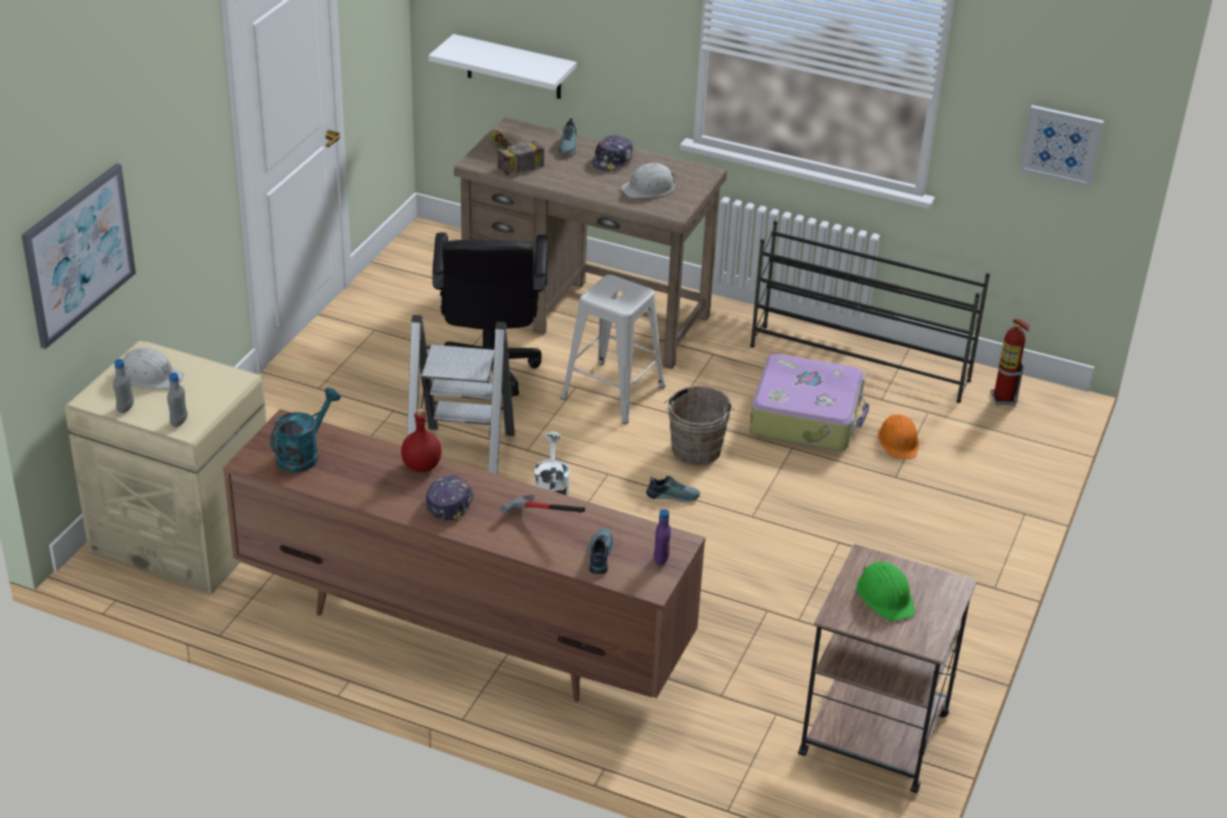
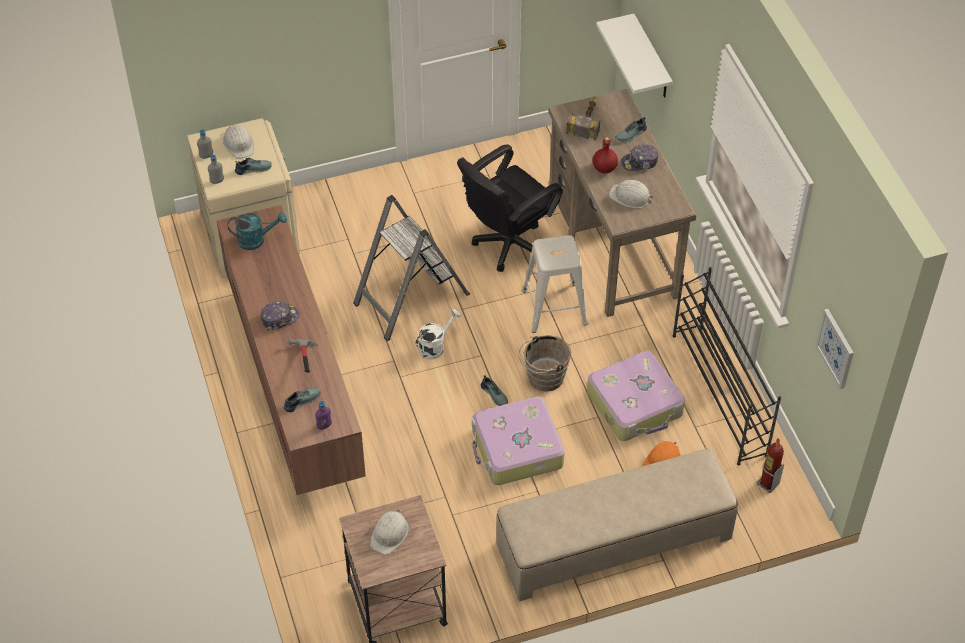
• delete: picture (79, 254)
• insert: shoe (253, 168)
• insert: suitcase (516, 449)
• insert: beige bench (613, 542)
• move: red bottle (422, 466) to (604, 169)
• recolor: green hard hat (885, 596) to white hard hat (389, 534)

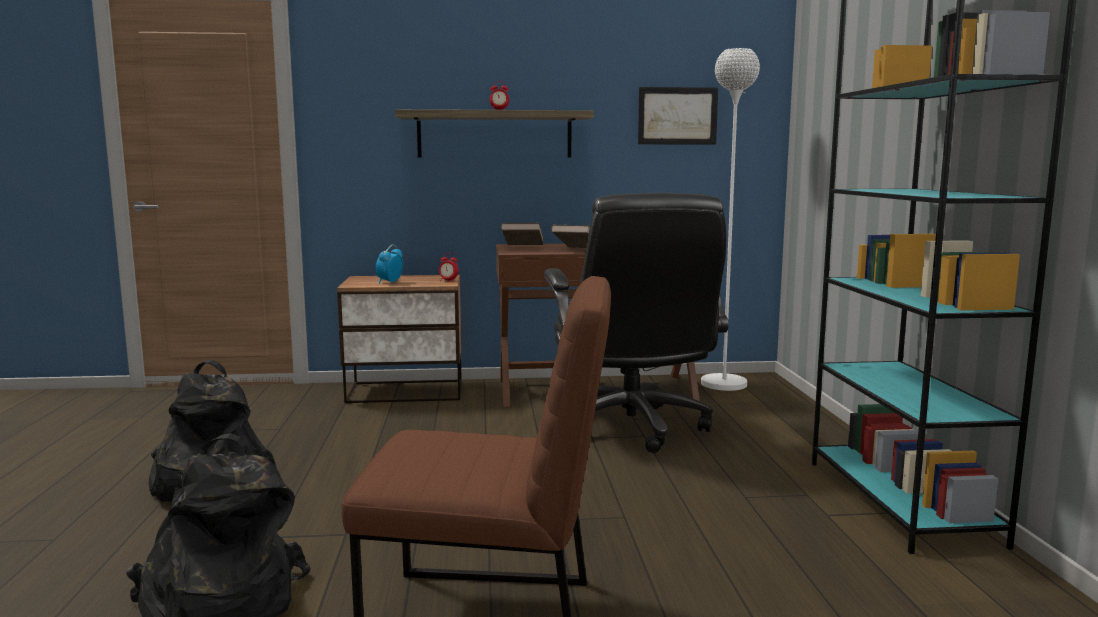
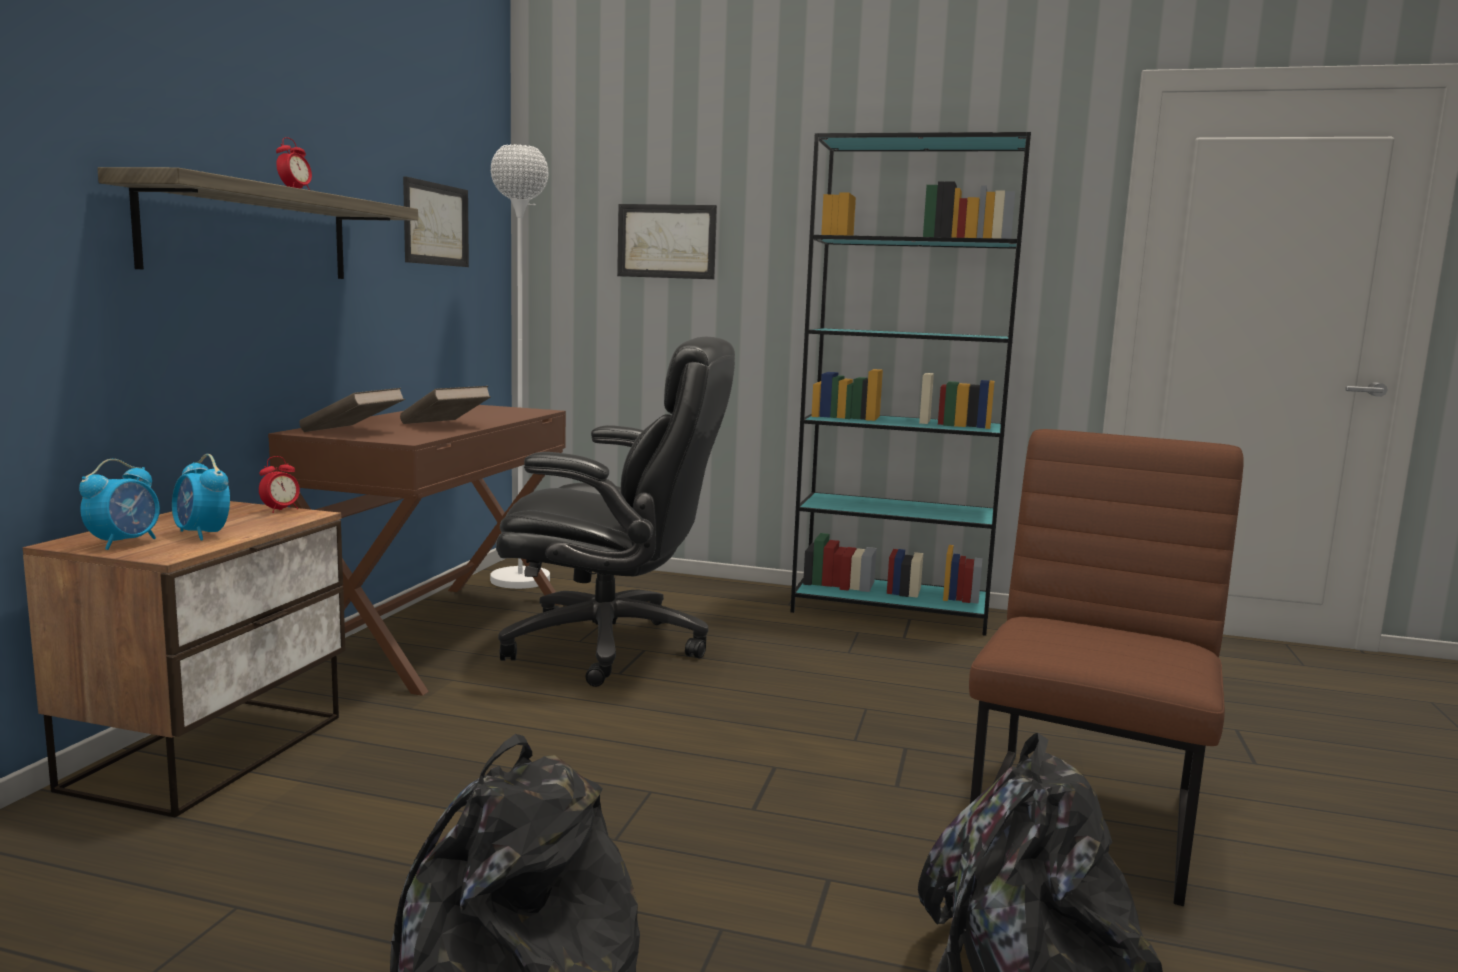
• insert: alarm clock (125, 543)
• insert: picture (666, 241)

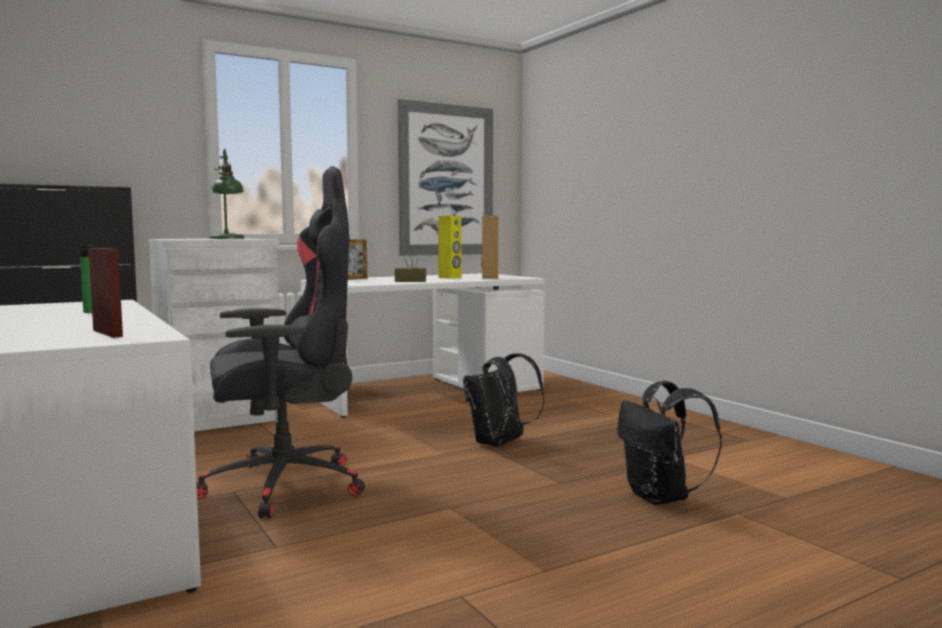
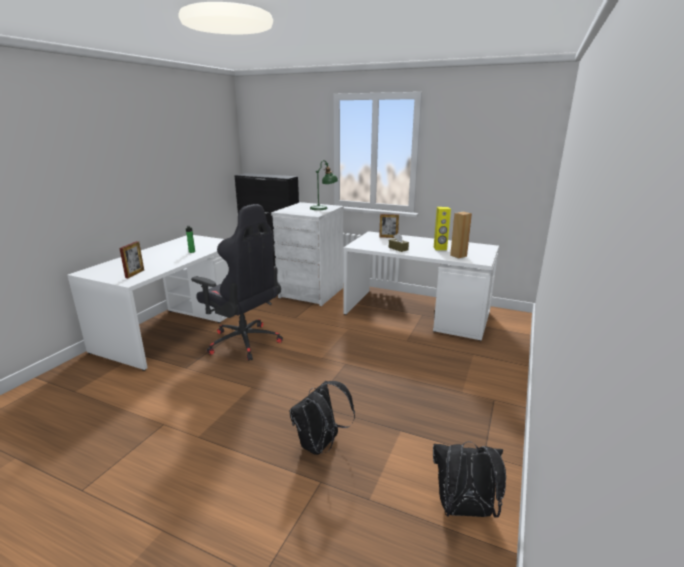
• delete: picture (446, 180)
• move: black backpack (500, 444) to (463, 510)

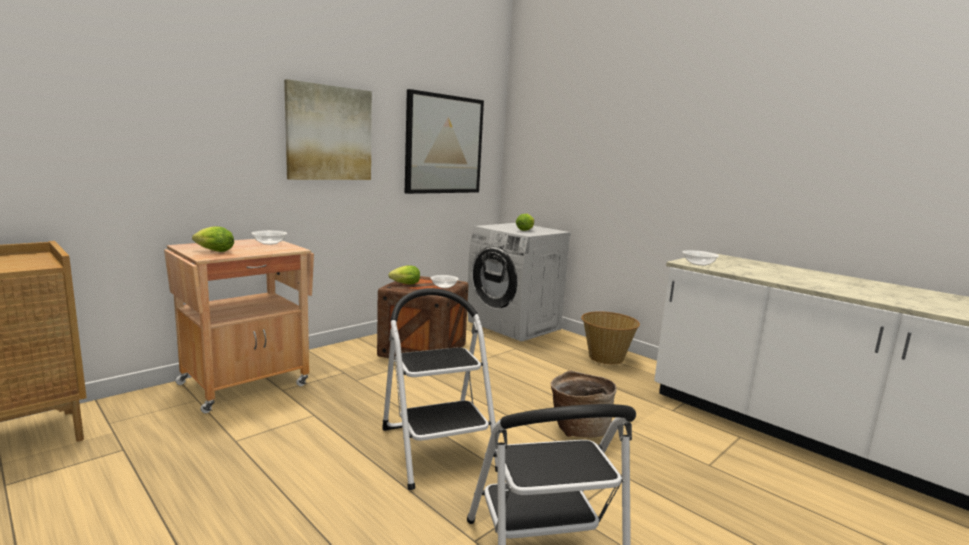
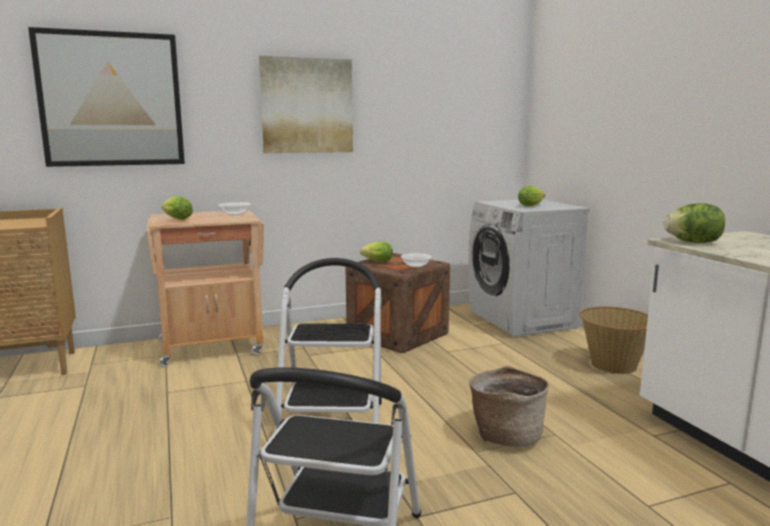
• move: picture (444, 144) to (111, 100)
• replace: bowl (699, 264) to lettuce (693, 242)

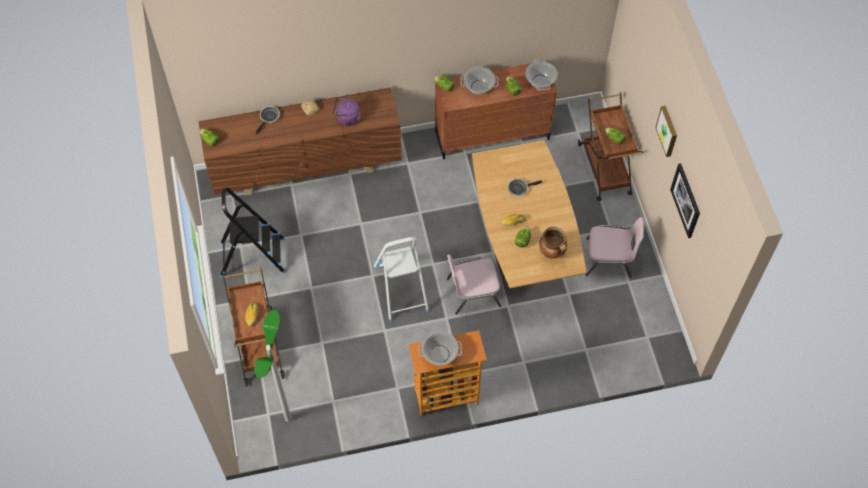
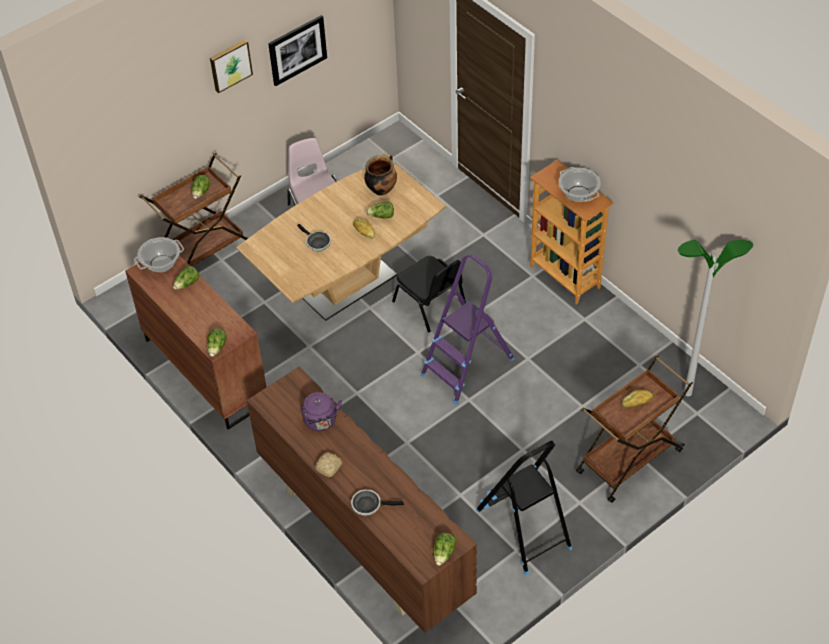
• delete: cooking pot (478, 87)
• recolor: white step ladder (400, 287) to purple step ladder (467, 367)
• recolor: pink chair (472, 292) to black chair (430, 305)

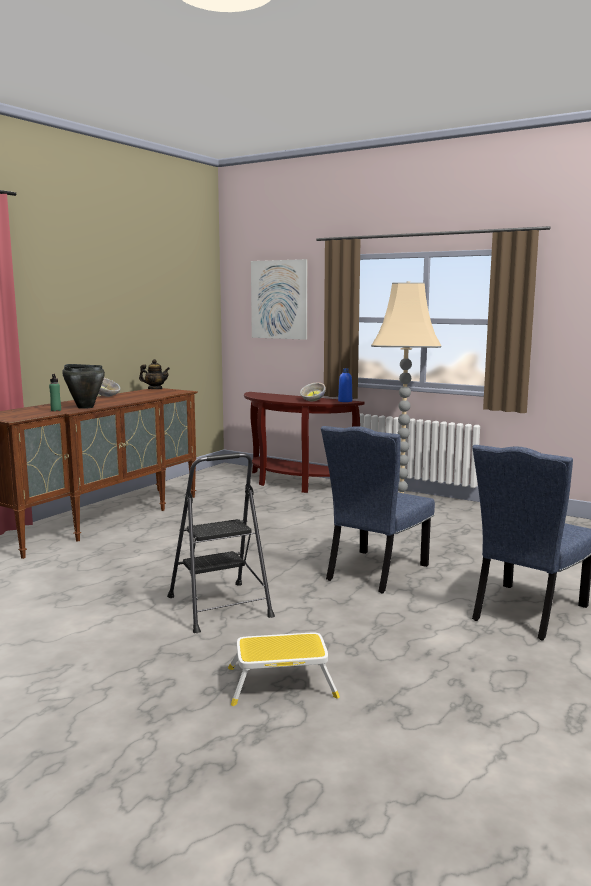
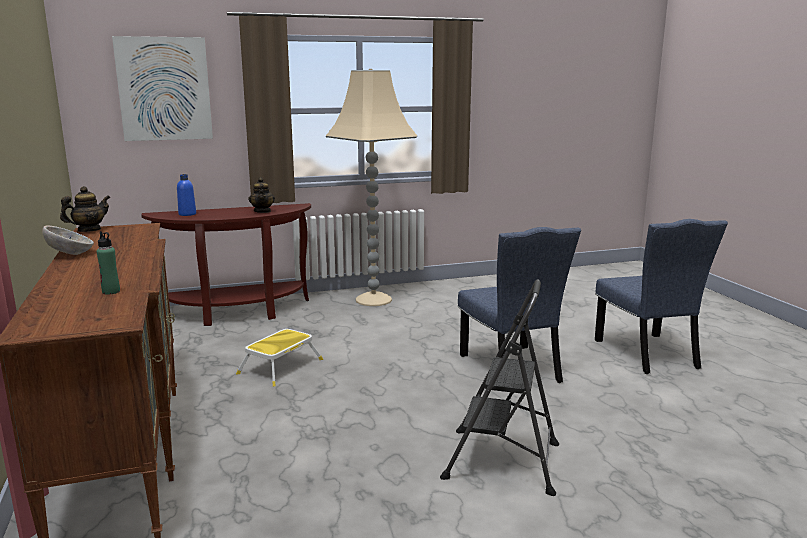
• delete: black cooking pot (85, 407)
• move: yellow step ladder (281, 682) to (281, 366)
• move: blue bottle (345, 401) to (187, 214)
• replace: bowl (313, 401) to teapot (262, 211)

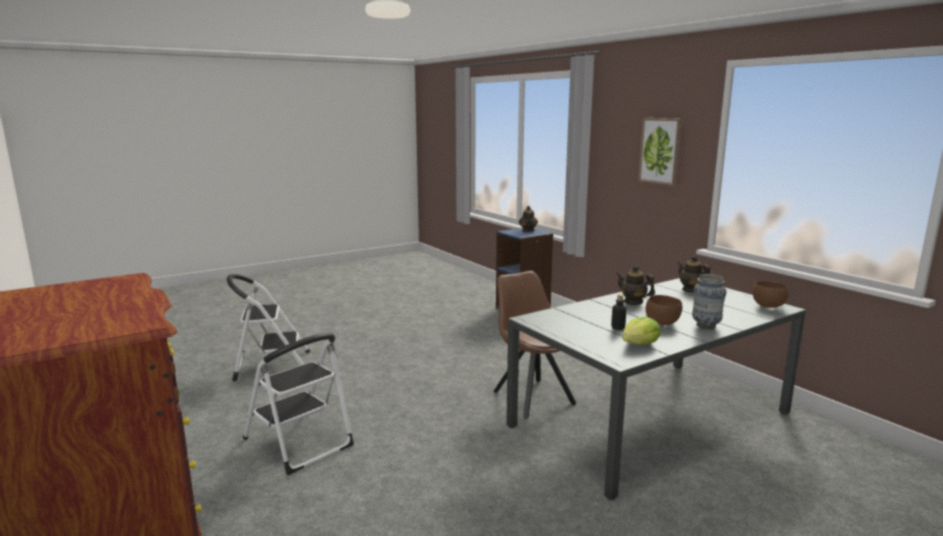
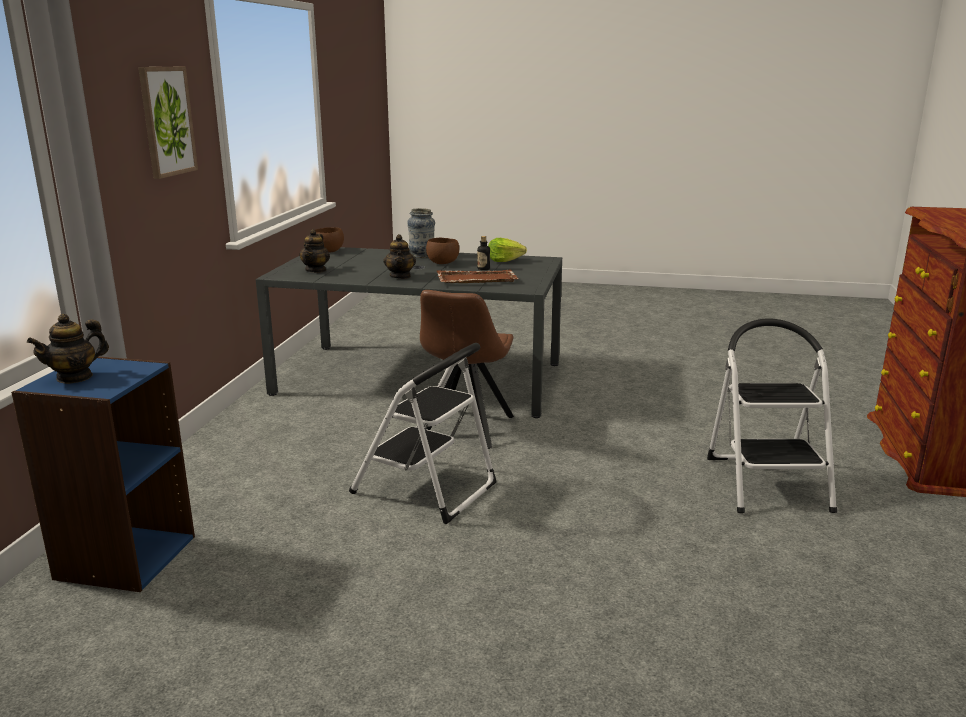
• insert: brown tray (476, 279)
• move: step ladder (270, 366) to (427, 489)

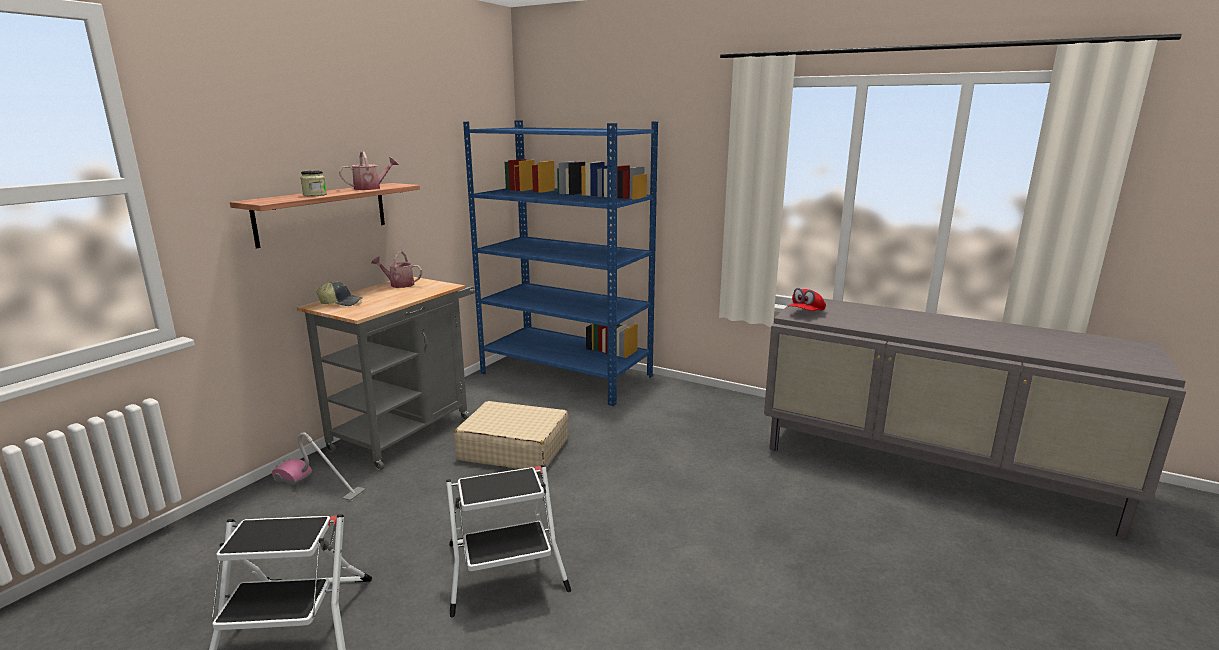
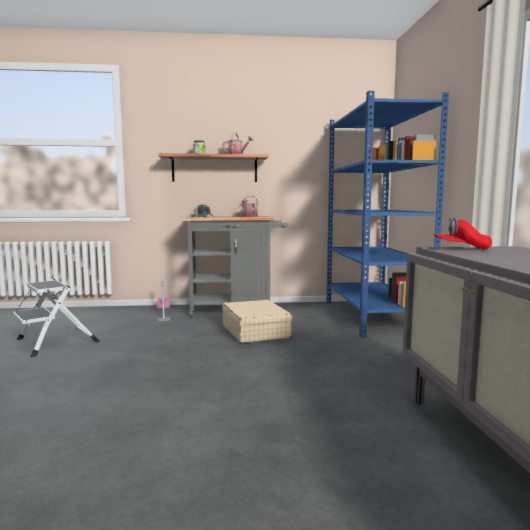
• delete: step ladder (504, 569)

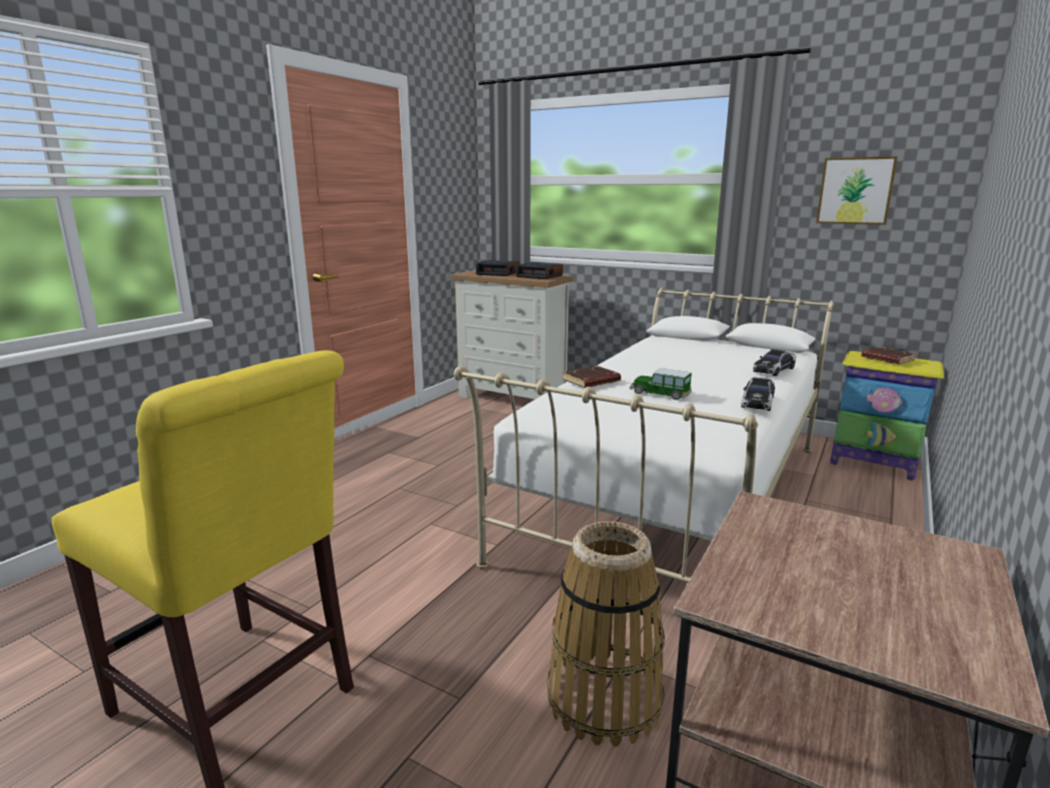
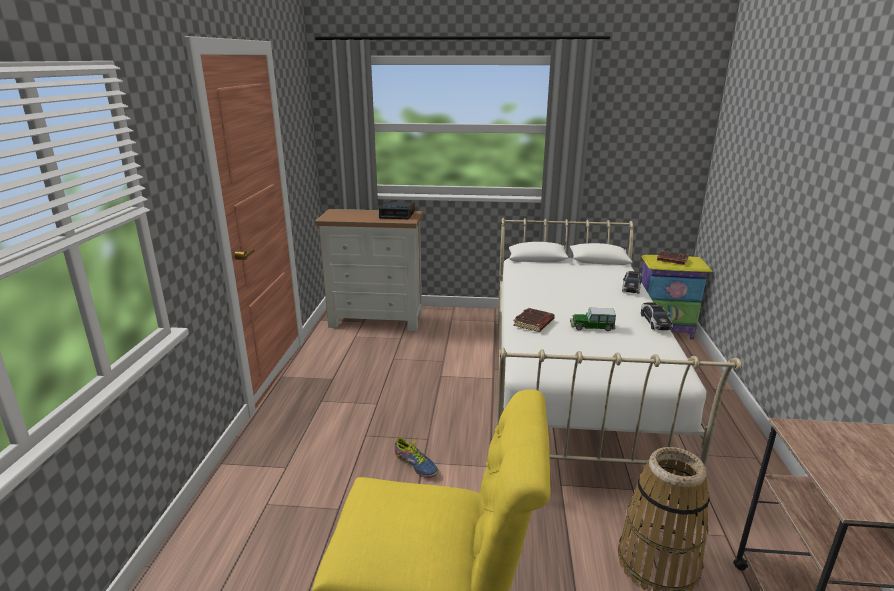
• delete: alarm clock (498, 273)
• delete: picture (855, 191)
• insert: shoe (416, 464)

